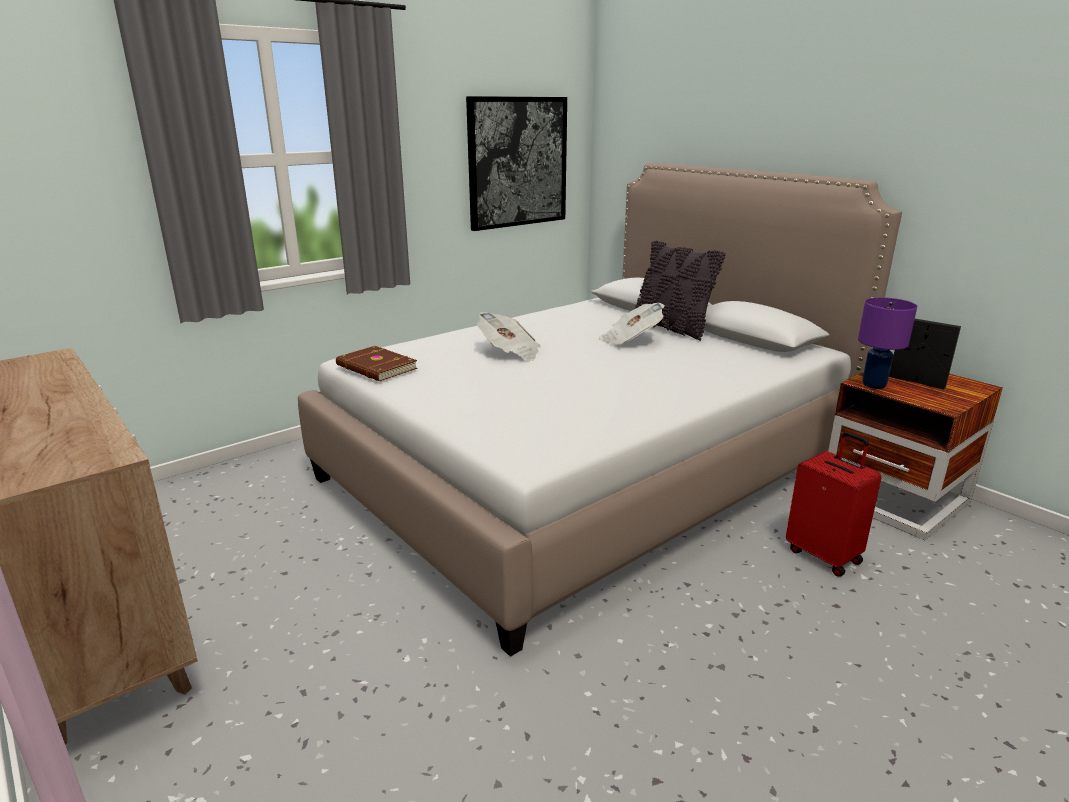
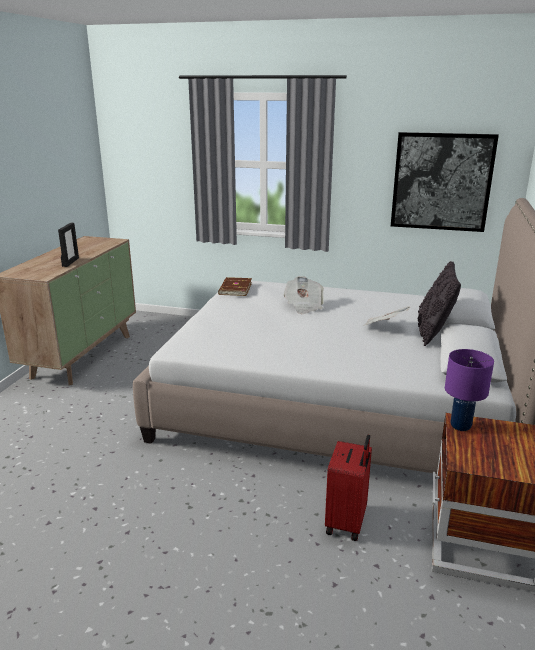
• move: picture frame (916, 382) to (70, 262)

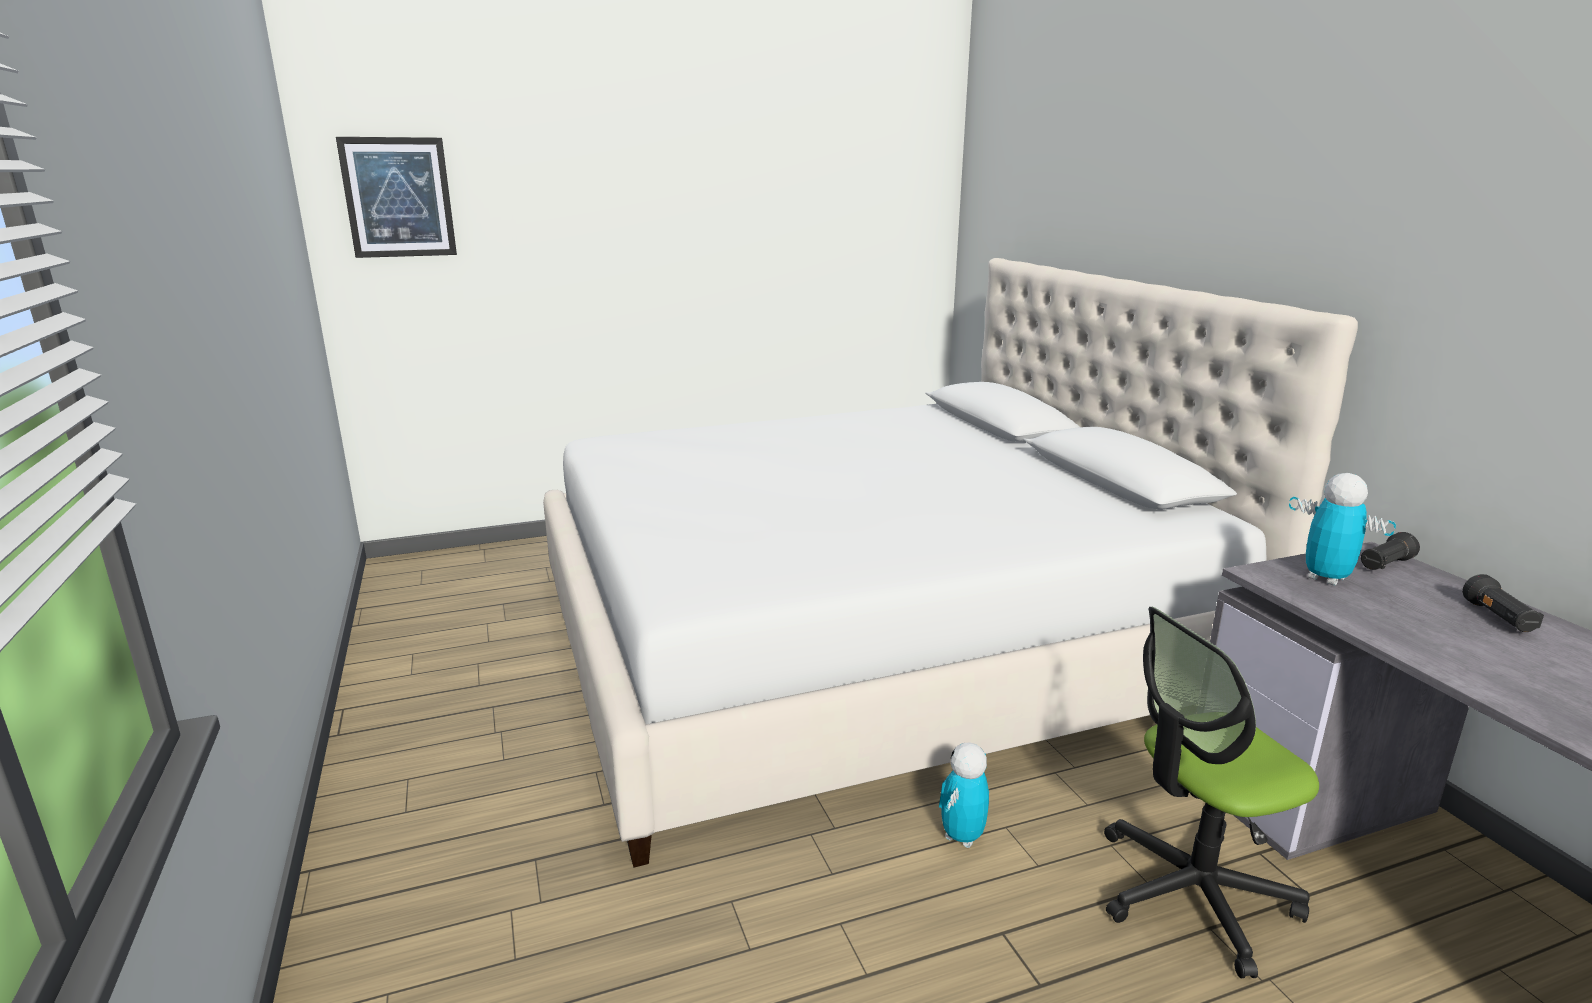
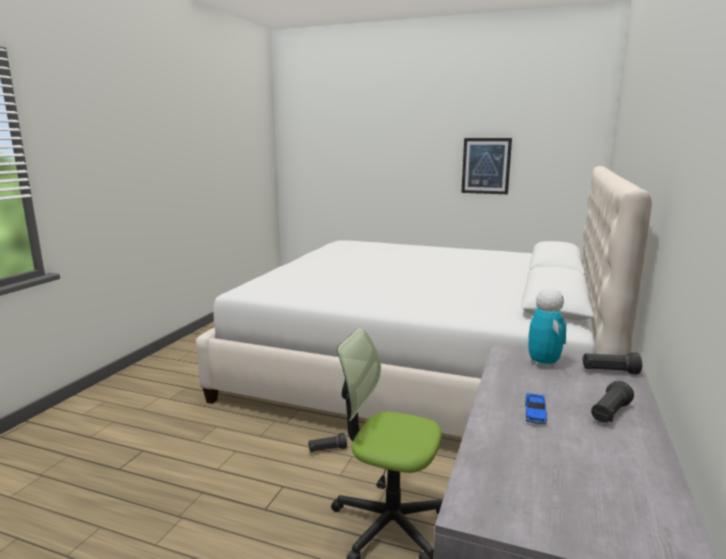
• insert: toy car (535, 413)
• move: picture (398, 197) to (486, 166)
• replace: toy robot (962, 837) to black flashlight (327, 450)

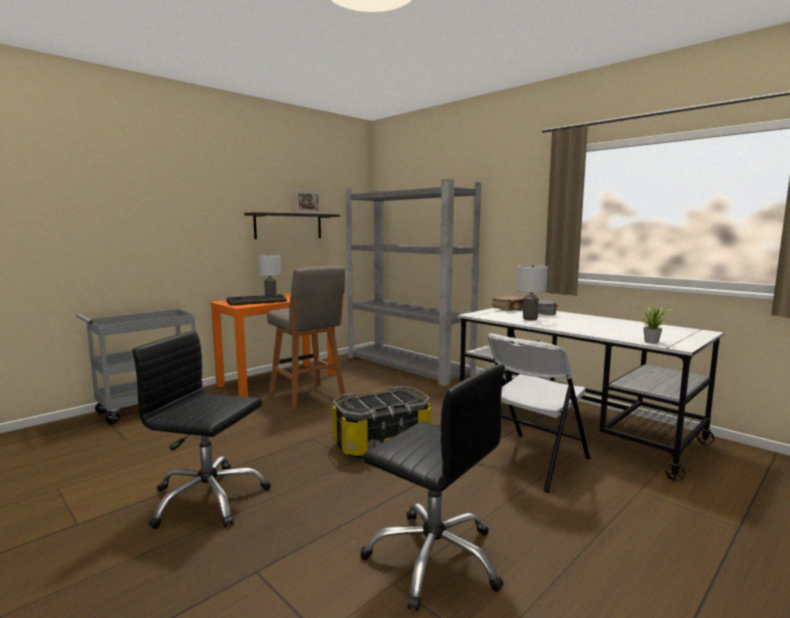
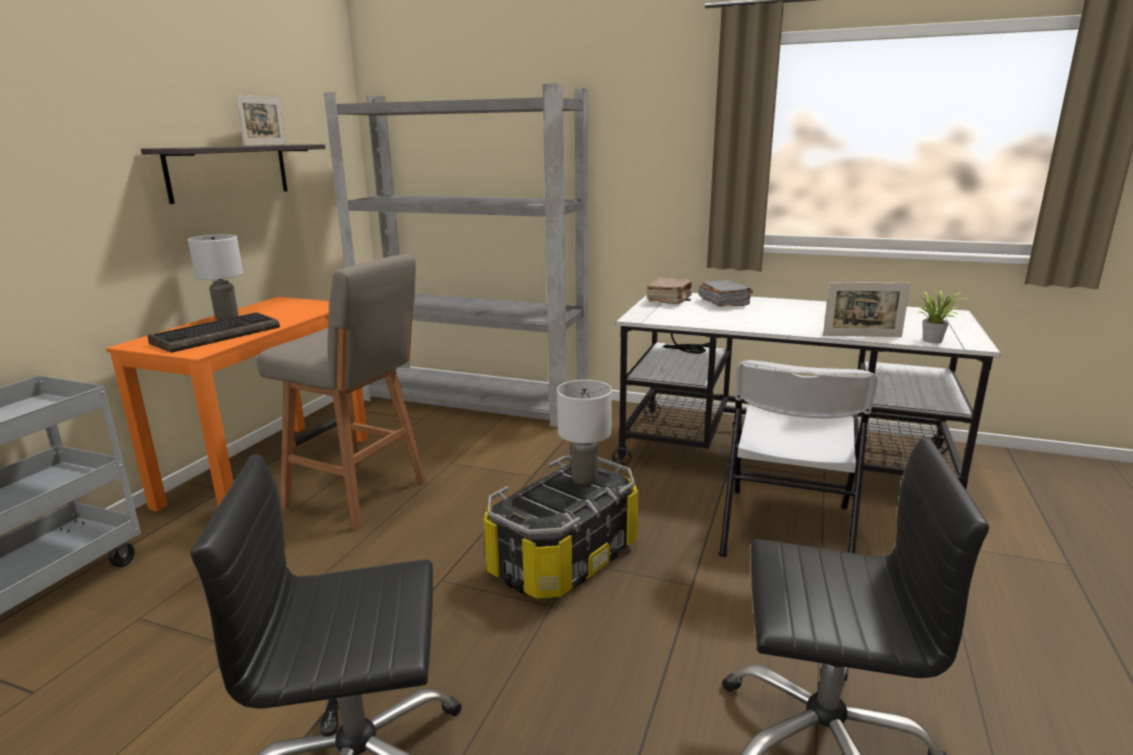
• insert: picture frame (862, 336)
• move: white table lamp (530, 319) to (584, 479)

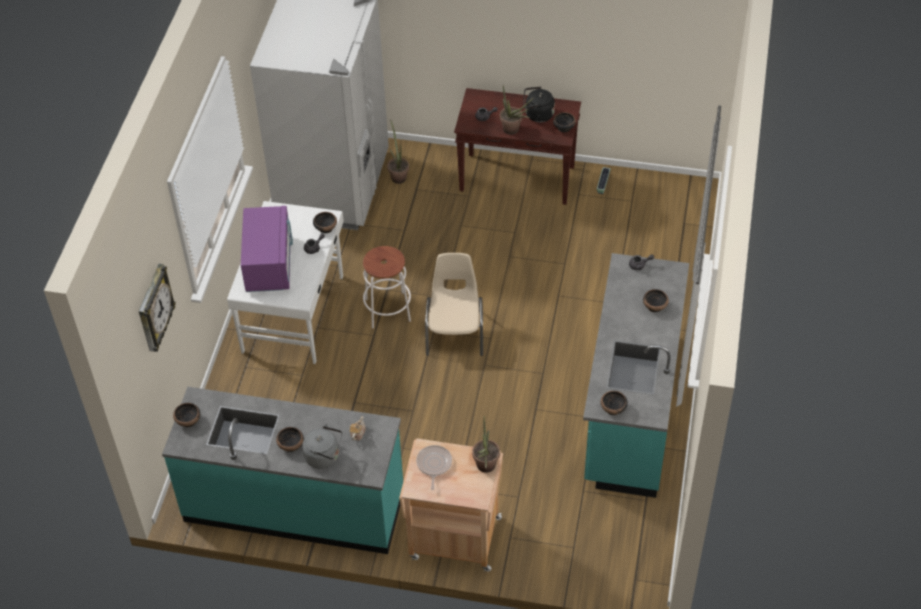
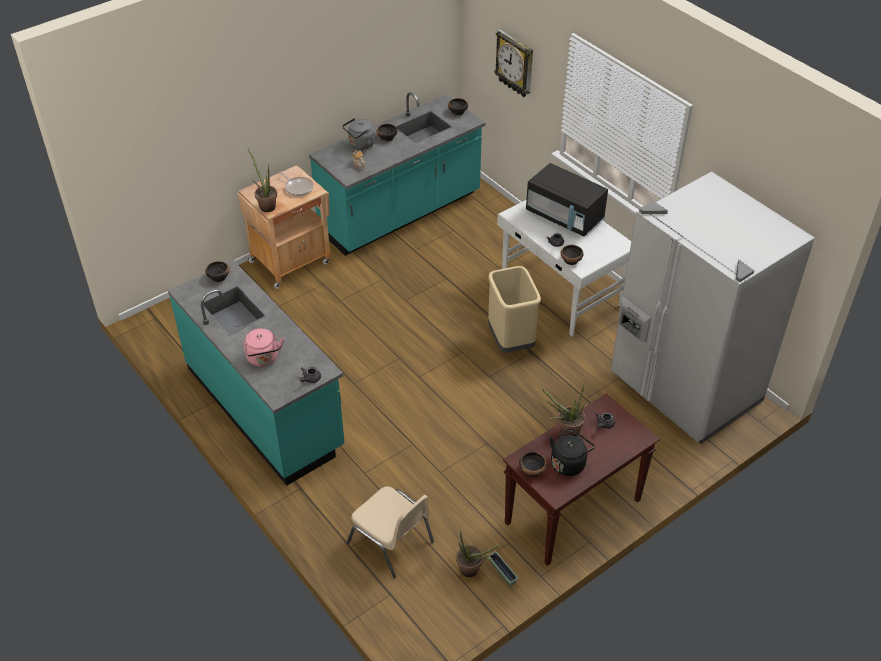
• move: potted plant (398, 175) to (473, 571)
• move: beige chair (455, 332) to (392, 543)
• replace: white stool (388, 310) to beige trash can (510, 340)
• replace: bowl (655, 306) to pink kettle (263, 359)
• recolor: purple microwave (269, 264) to black microwave (564, 216)

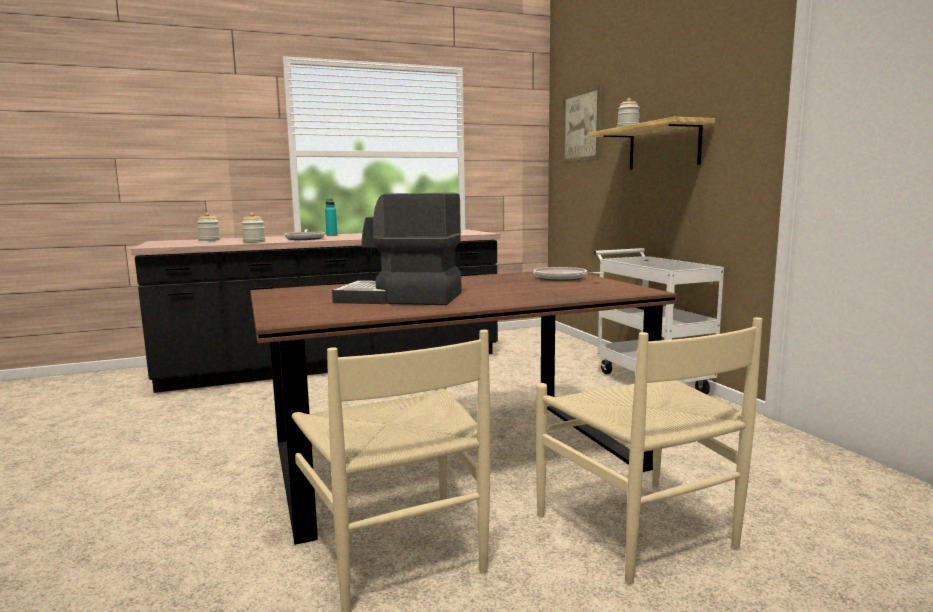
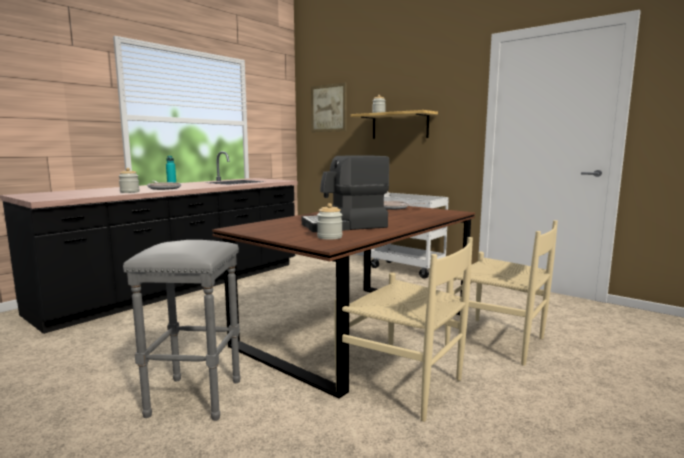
• insert: grey stool (194, 396)
• move: jar (209, 240) to (329, 237)

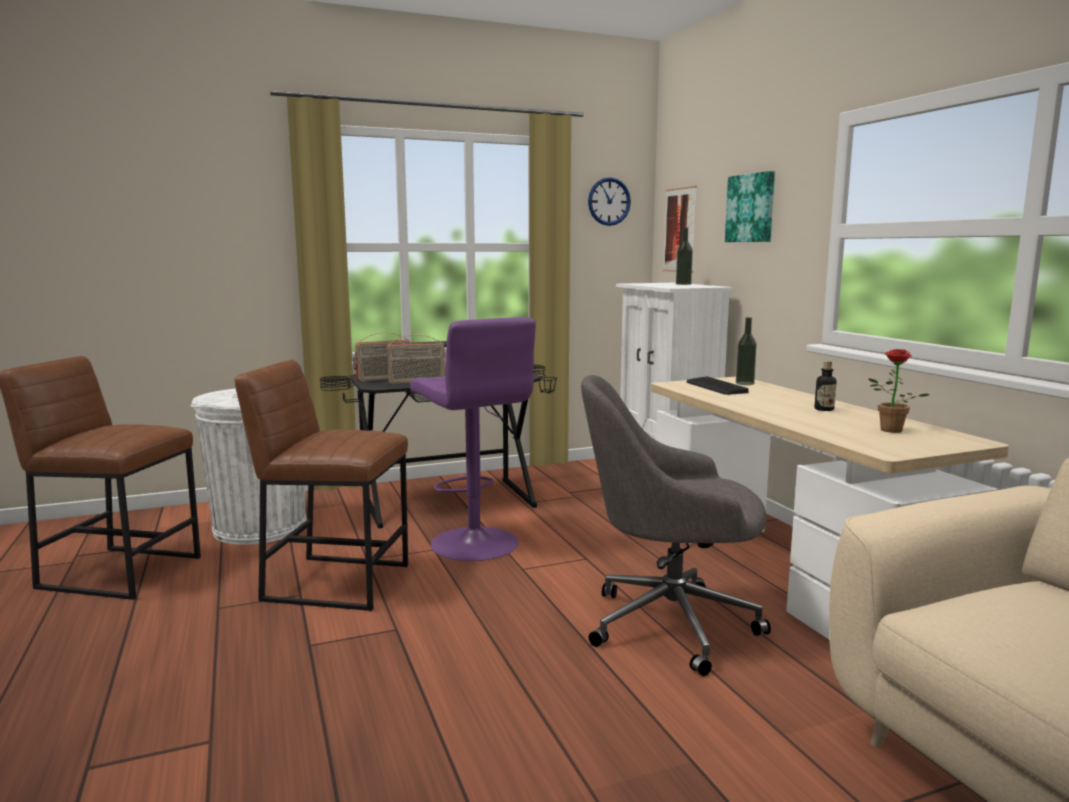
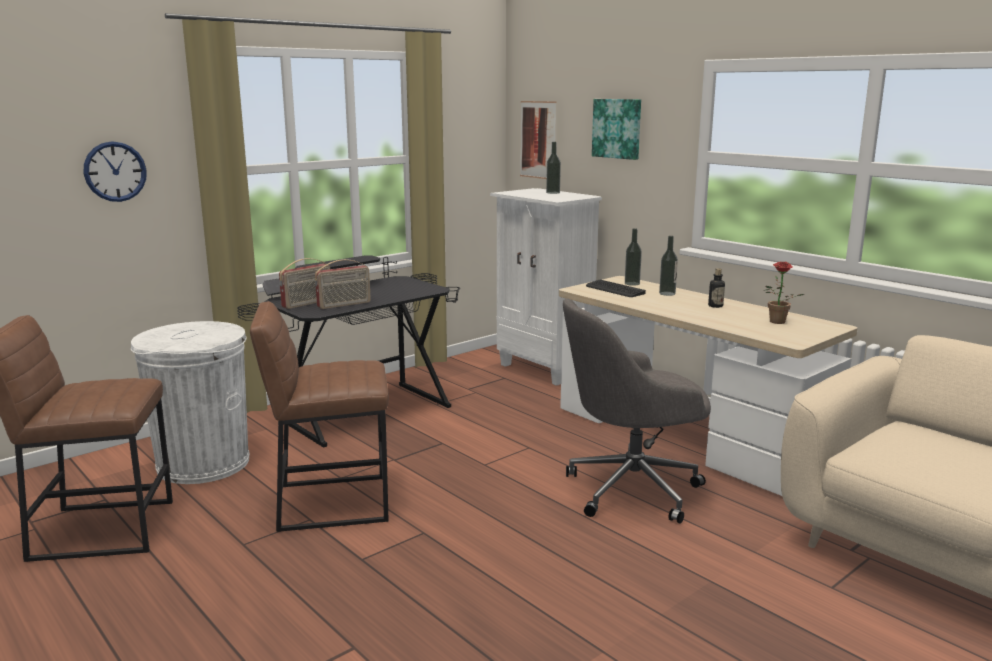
• delete: purple stool (474, 544)
• insert: bottle (667, 293)
• move: wall clock (609, 201) to (115, 171)

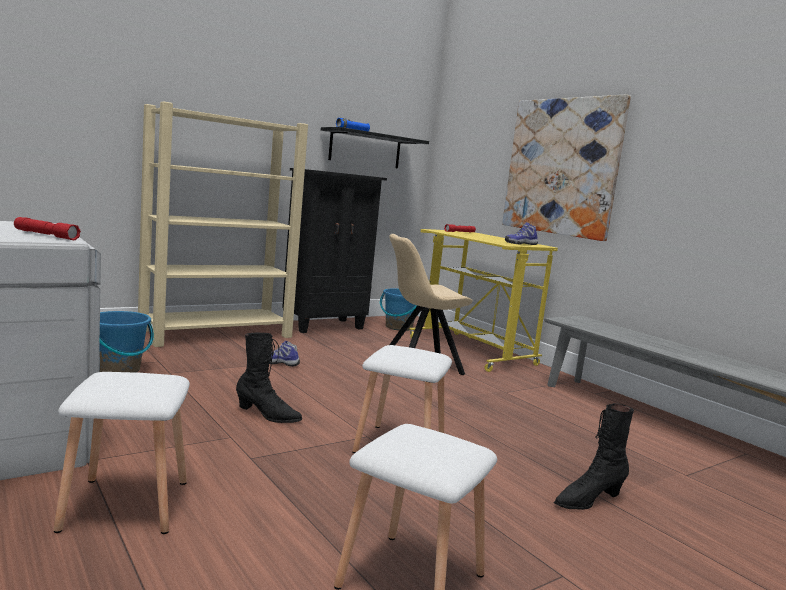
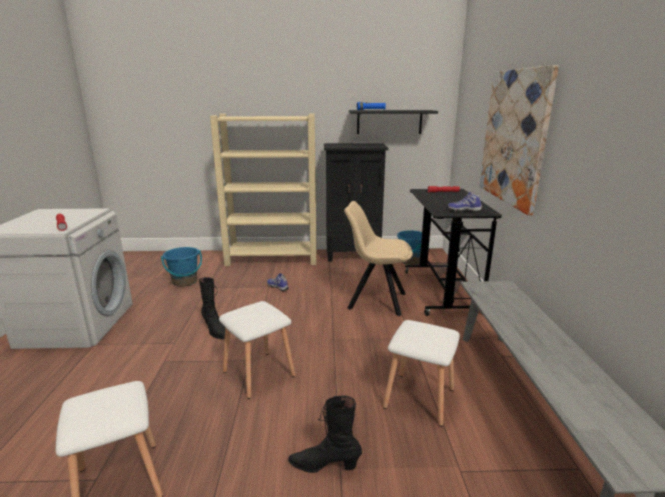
• move: white stool (125, 504) to (419, 397)
• recolor: yellow desk (471, 351) to black desk (442, 292)

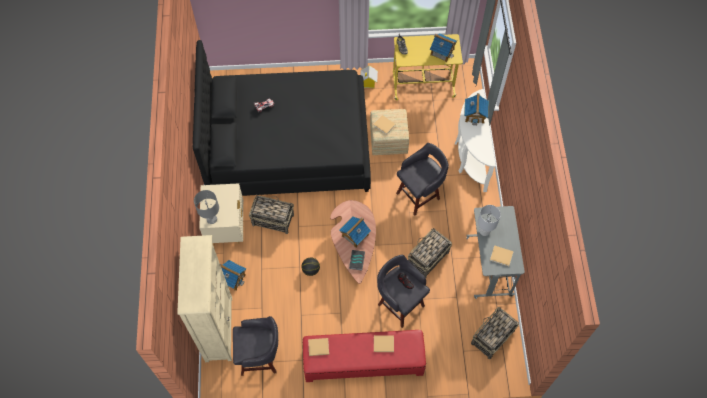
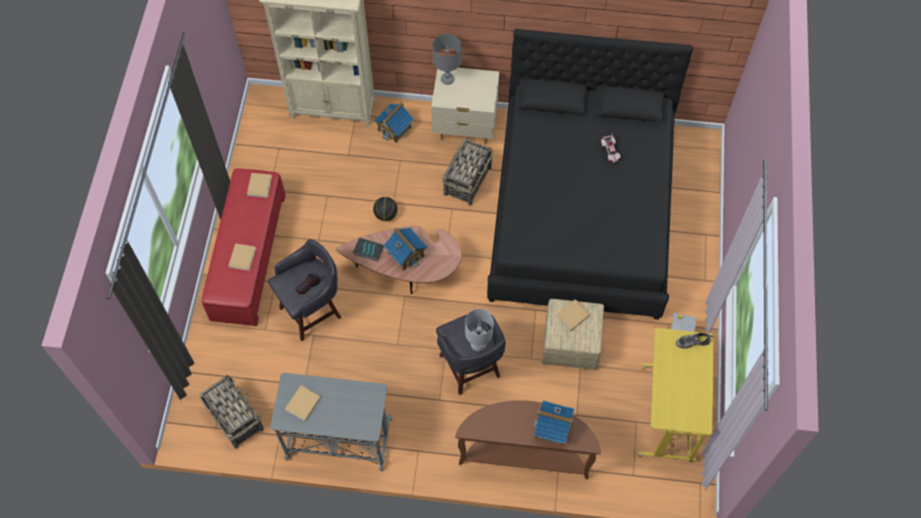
• delete: grey stool (260, 358)
• delete: basket (427, 258)
• delete: toy house (442, 52)
• move: grey table lamp (484, 231) to (478, 344)
• recolor: white console table (470, 156) to brown console table (524, 454)

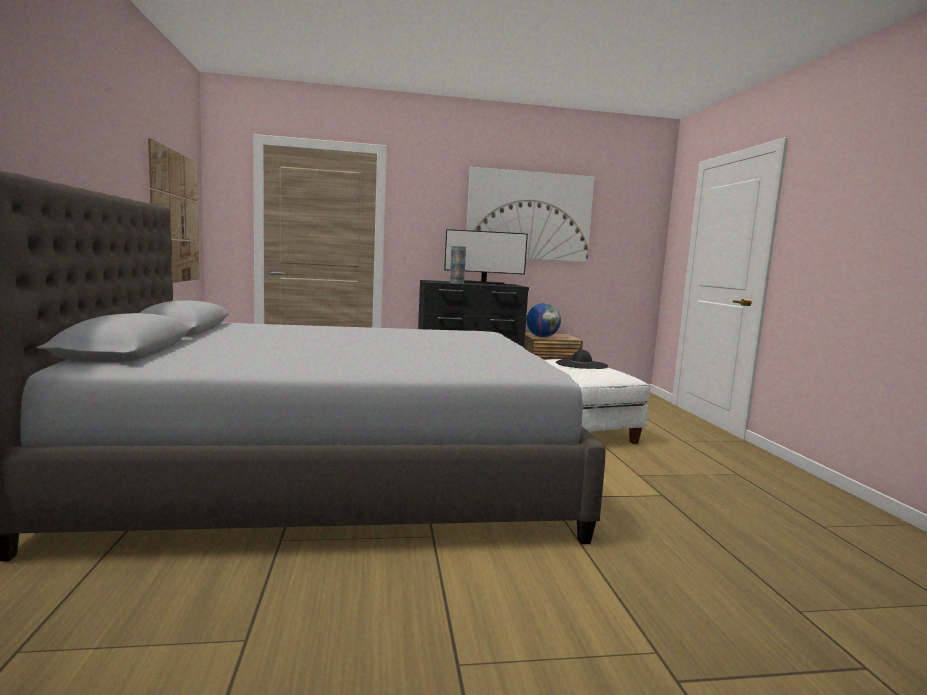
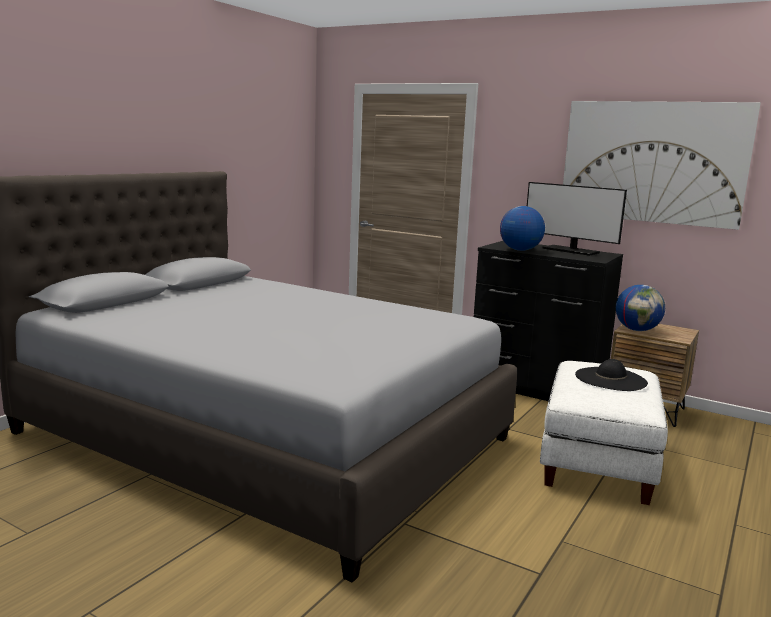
• delete: picture (175, 217)
• replace: vase (456, 283) to globe (520, 250)

